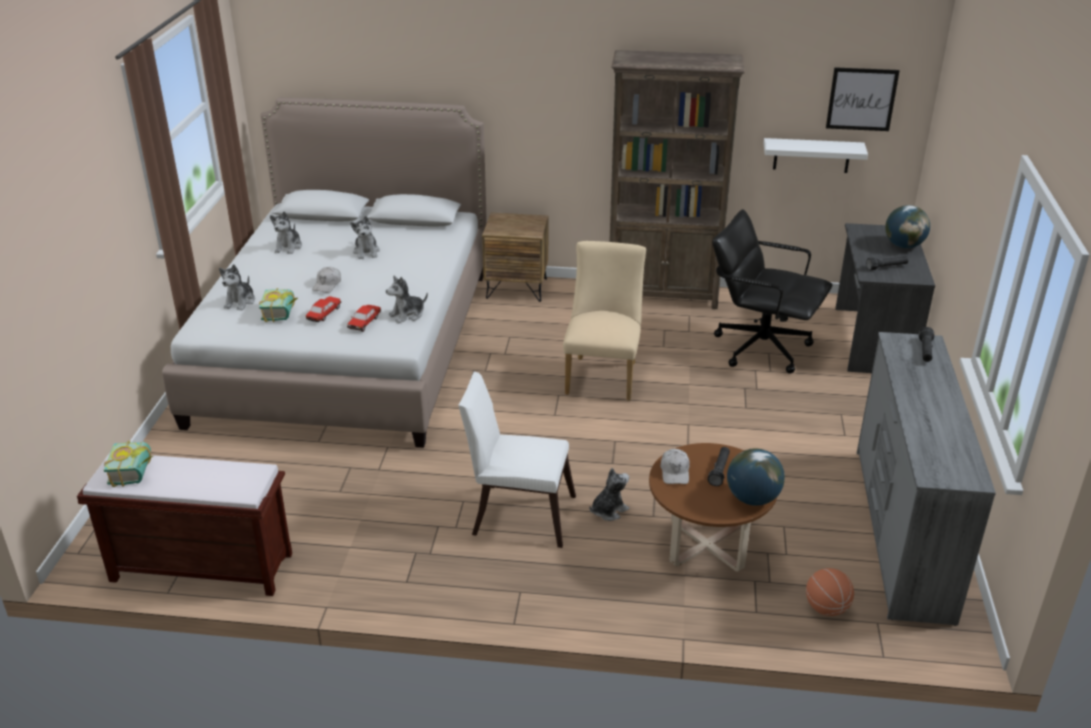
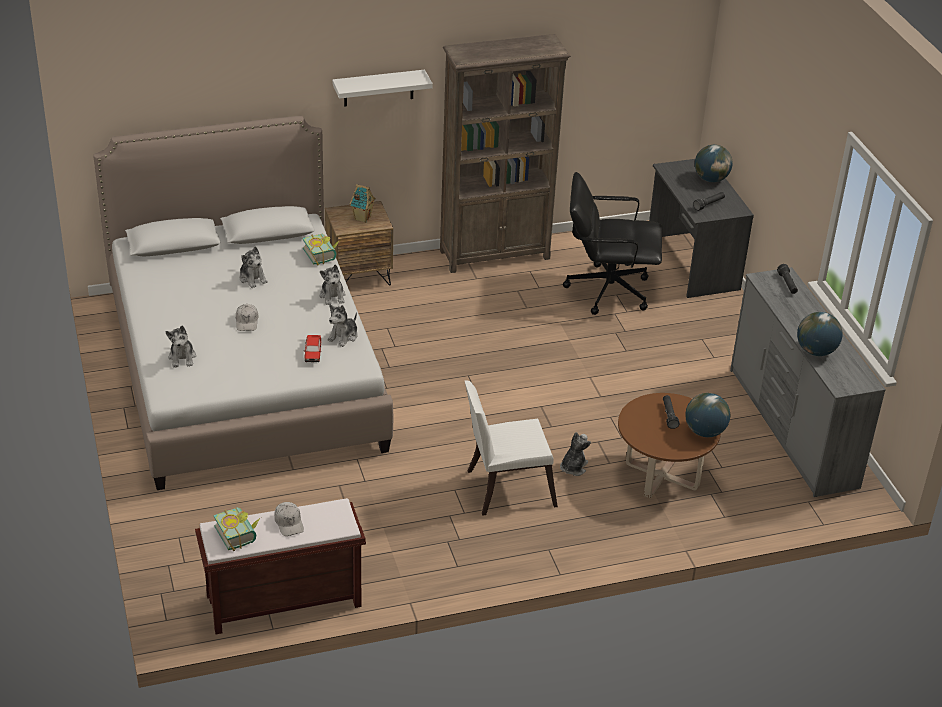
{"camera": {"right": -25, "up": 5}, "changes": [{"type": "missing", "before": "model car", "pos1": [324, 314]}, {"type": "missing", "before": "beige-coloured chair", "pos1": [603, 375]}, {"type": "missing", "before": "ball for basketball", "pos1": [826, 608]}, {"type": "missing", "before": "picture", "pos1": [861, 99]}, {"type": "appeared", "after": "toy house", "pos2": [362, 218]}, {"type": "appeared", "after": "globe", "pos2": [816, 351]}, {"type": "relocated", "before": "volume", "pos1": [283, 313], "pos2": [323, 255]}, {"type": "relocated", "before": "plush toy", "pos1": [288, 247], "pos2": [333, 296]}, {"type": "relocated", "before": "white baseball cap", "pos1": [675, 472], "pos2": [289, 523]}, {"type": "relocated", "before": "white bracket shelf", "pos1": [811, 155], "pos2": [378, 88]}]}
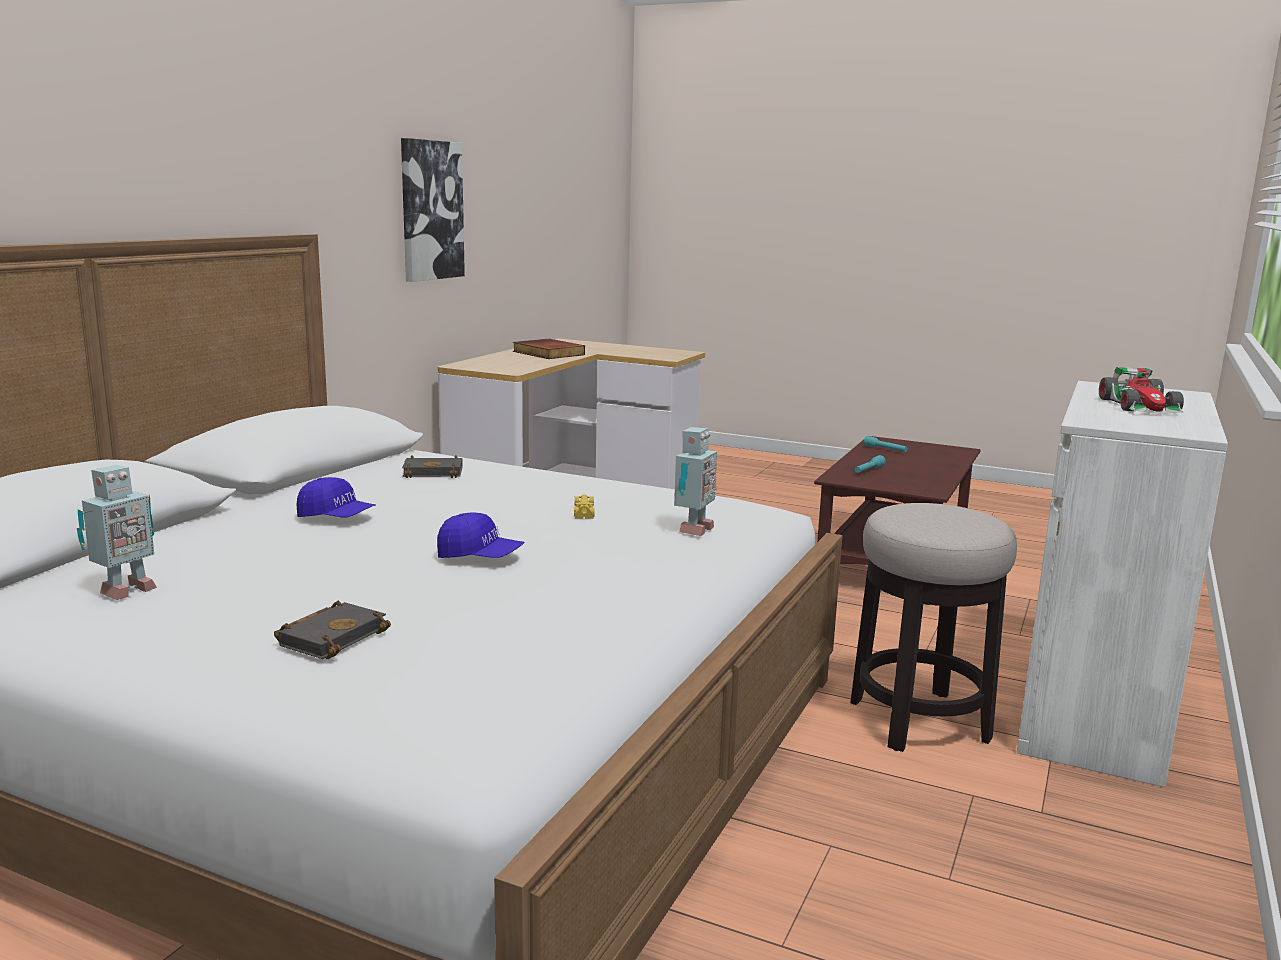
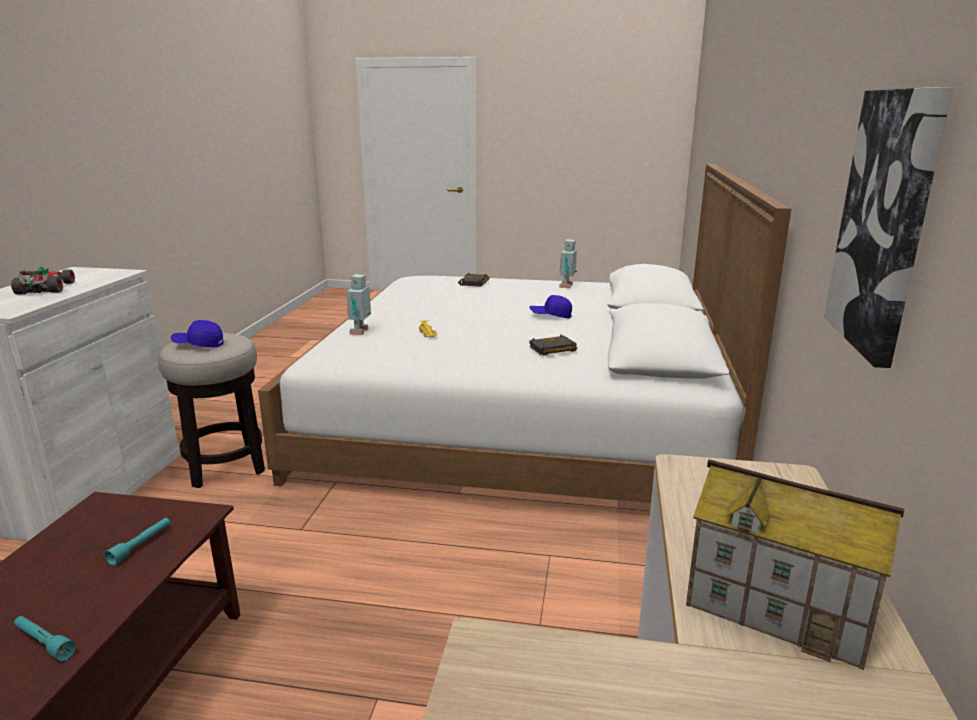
{"camera": {"right": 165, "up": 5}, "changes": [{"type": "relocated", "before": "blue baseball cap", "pos1": [479, 557], "pos2": [199, 344]}, {"type": "exchanged", "before": "volume", "after": "toy house", "pos1": [547, 353], "pos2": [780, 606]}]}
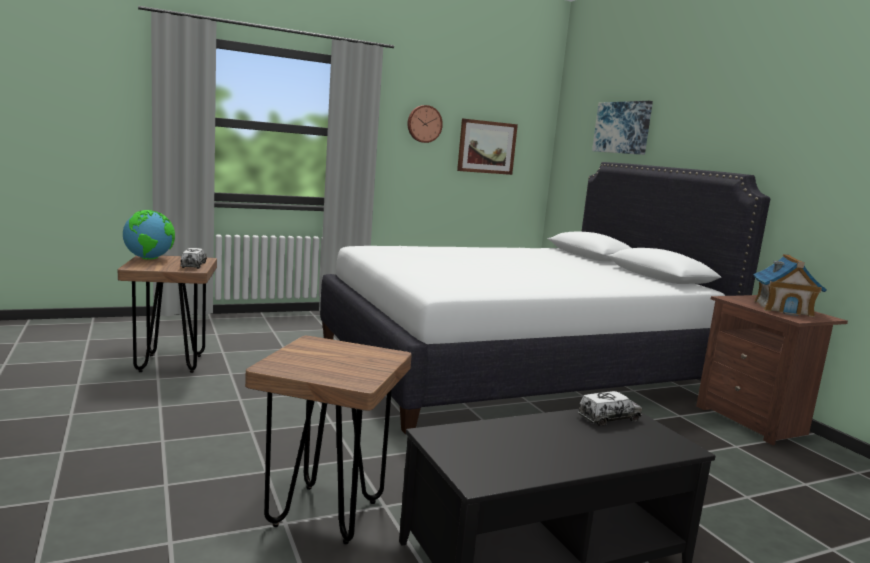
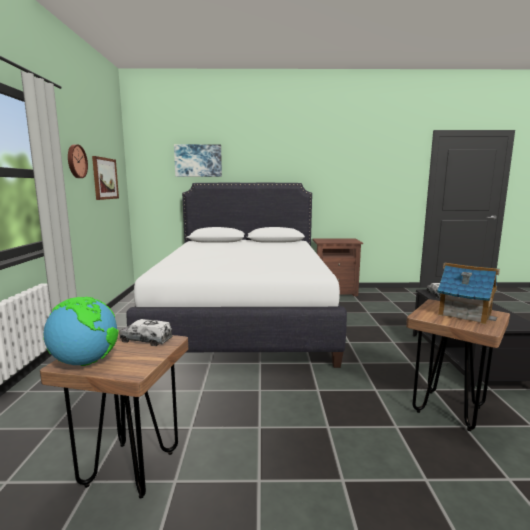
{"camera": {"right": -65, "up": 0}, "changes": [{"type": "relocated", "before": "toy house", "pos1": [783, 308], "pos2": [464, 313]}]}
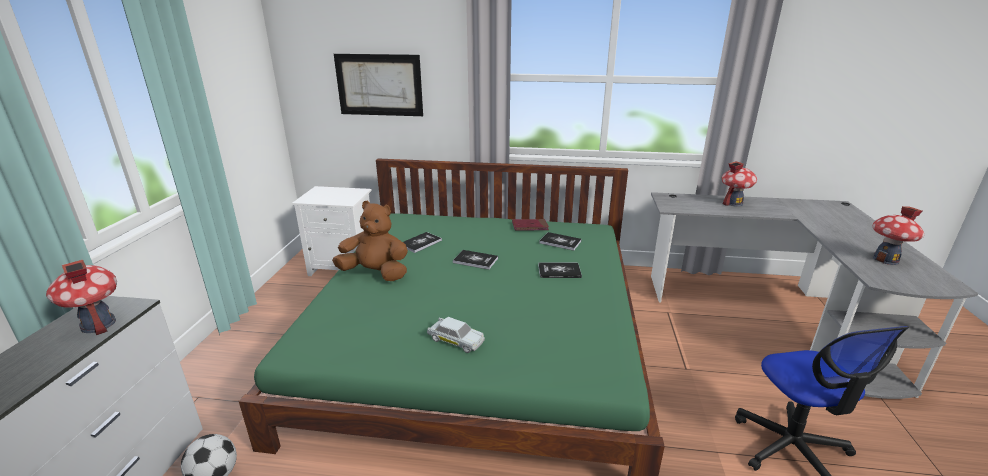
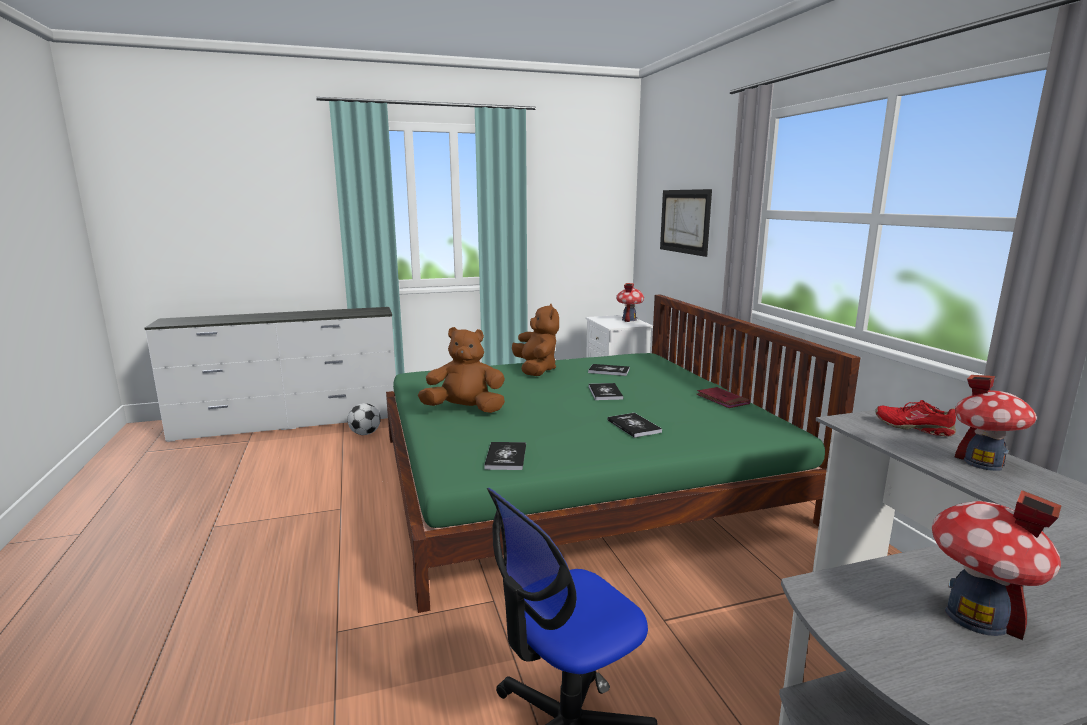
{"camera": {"right": 65, "up": -10}, "changes": [{"type": "appeared", "after": "red item of footwear", "pos2": [913, 427]}, {"type": "relocated", "before": "toy house", "pos1": [98, 324], "pos2": [629, 319]}, {"type": "relocated", "before": "volume", "pos1": [560, 242], "pos2": [506, 457]}, {"type": "exchanged", "before": "white model car", "after": "brown plush toy", "pos1": [455, 340], "pos2": [465, 410]}]}
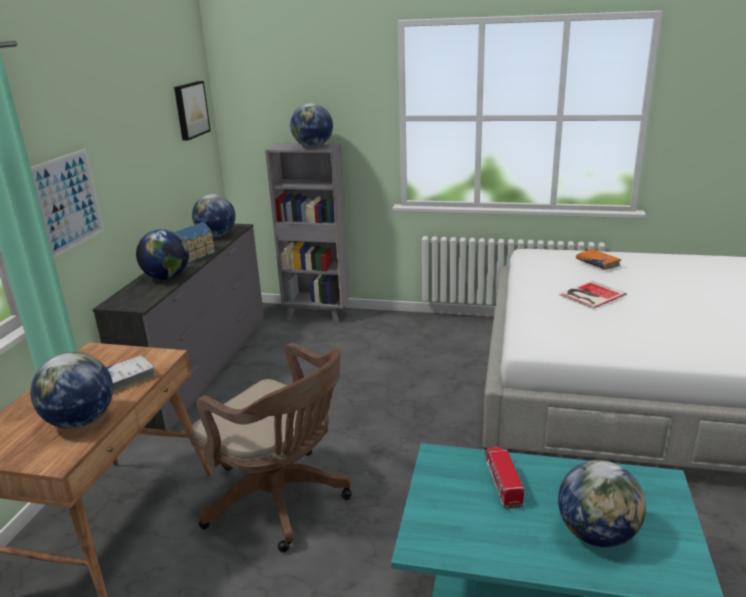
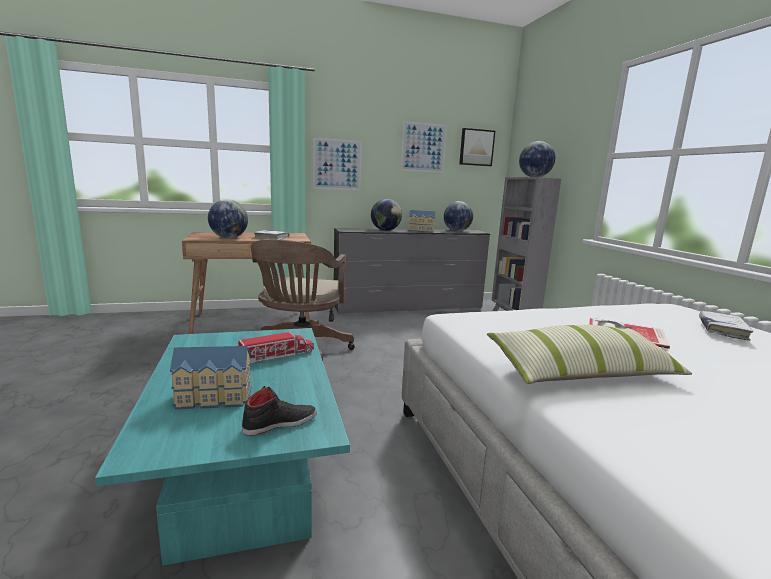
{"camera": {"right": 60, "up": -10}, "changes": [{"type": "appeared", "after": "blackish item of footwear", "pos2": [280, 423]}, {"type": "appeared", "after": "picture", "pos2": [423, 147]}, {"type": "appeared", "after": "throw pillow", "pos2": [581, 372]}, {"type": "exchanged", "before": "globe", "after": "toy house", "pos1": [597, 534], "pos2": [214, 398]}, {"type": "colour", "before": "orange-coloured volume", "after": "white volume", "pos1": [597, 263], "pos2": [722, 330]}]}
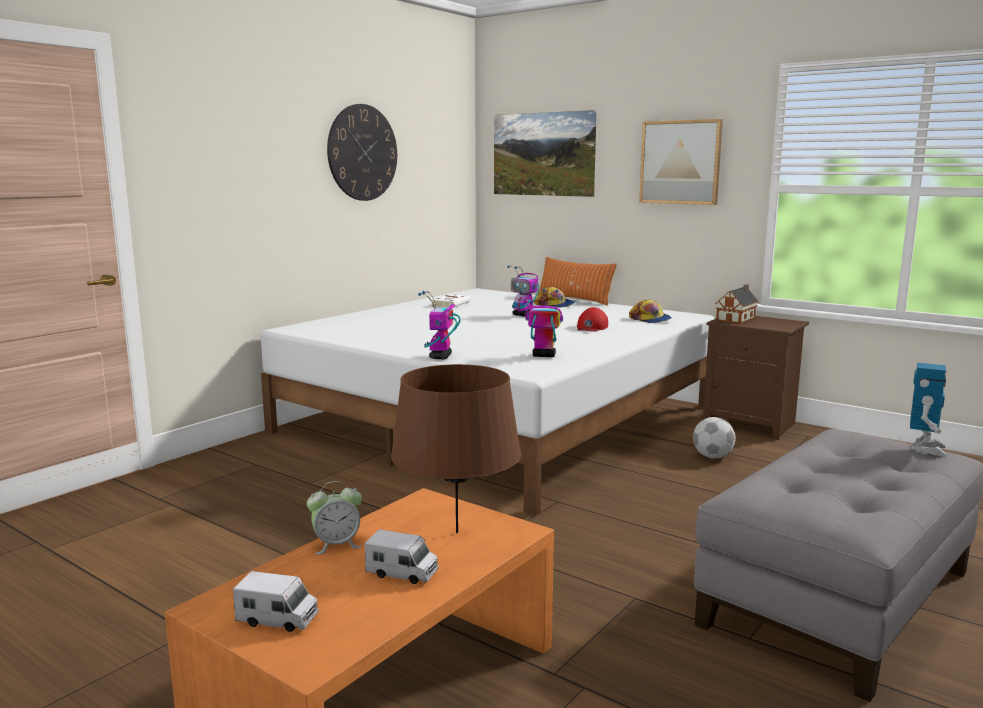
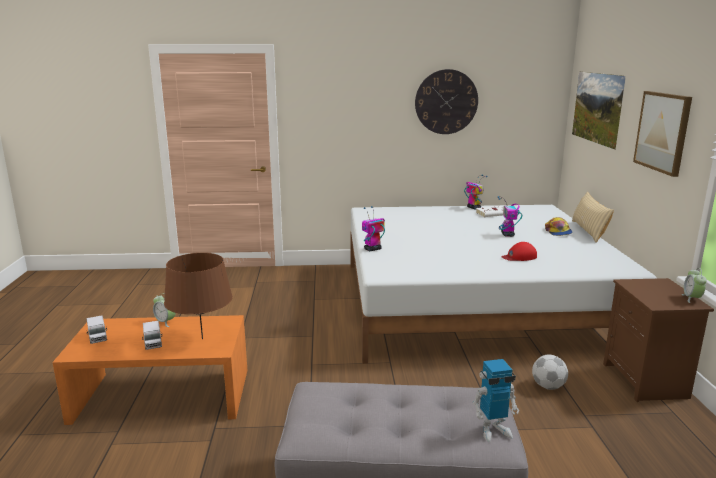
{"camera": {"right": 50, "up": 5}, "changes": [{"type": "missing", "before": "baseball cap", "pos1": [650, 319]}, {"type": "missing", "before": "toy house", "pos1": [737, 319]}, {"type": "appeared", "after": "table clock", "pos2": [691, 299]}, {"type": "relocated", "before": "robot figure", "pos1": [543, 355], "pos2": [473, 208]}, {"type": "colour", "before": "orange-coloured throw pillow", "after": "beige-coloured throw pillow", "pos1": [574, 299], "pos2": [588, 231]}]}
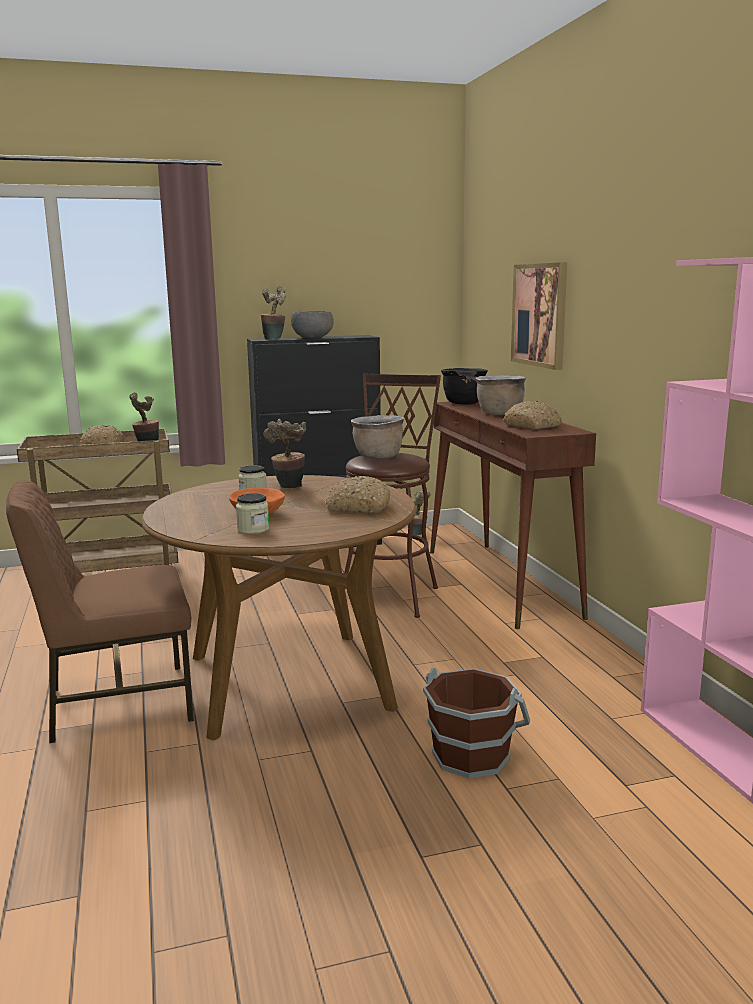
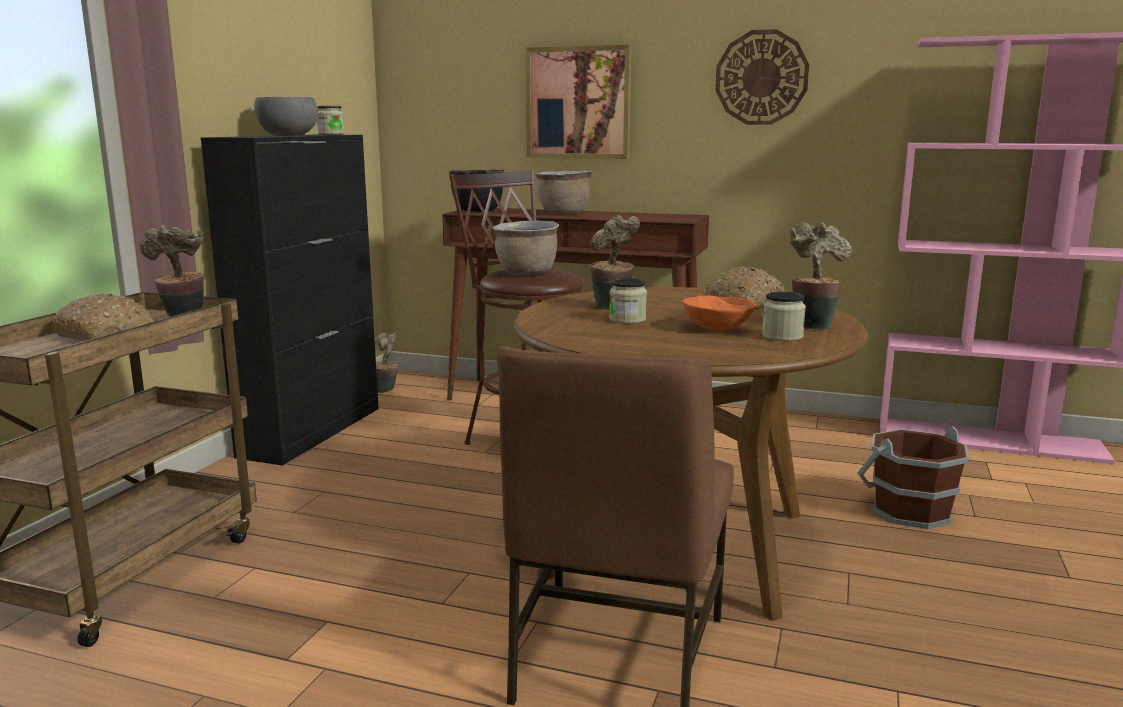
{"camera": {"right": -55, "up": 0}, "changes": [{"type": "missing", "before": "baked bread", "pos1": [533, 426]}, {"type": "appeared", "after": "storage jar", "pos2": [331, 134]}, {"type": "appeared", "after": "wall clock", "pos2": [761, 78]}, {"type": "relocated", "before": "plant in a pot", "pos1": [275, 339], "pos2": [812, 325]}]}
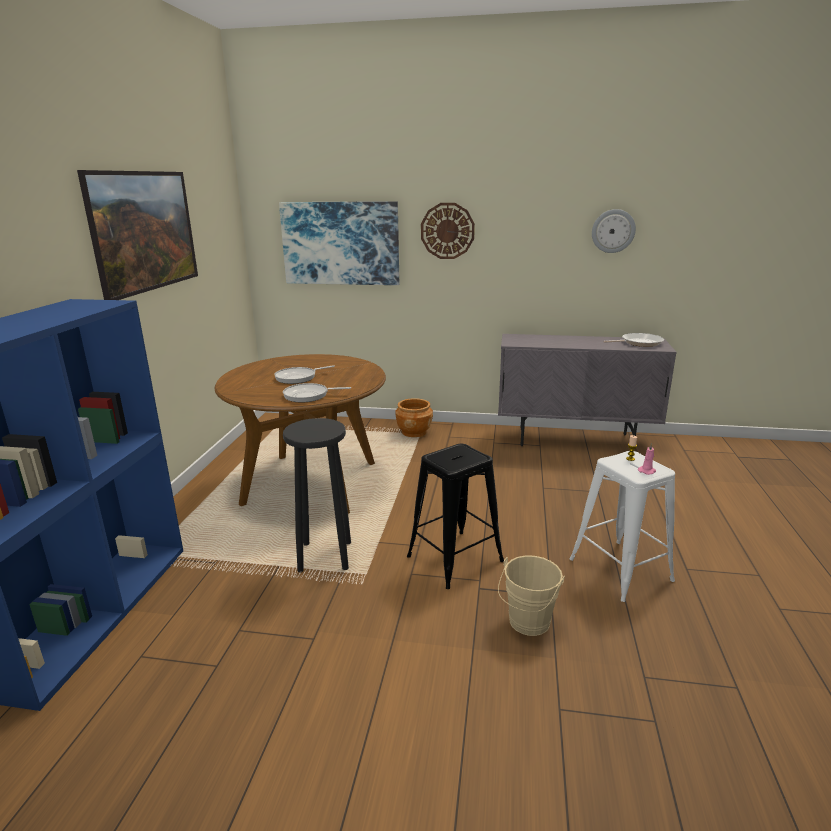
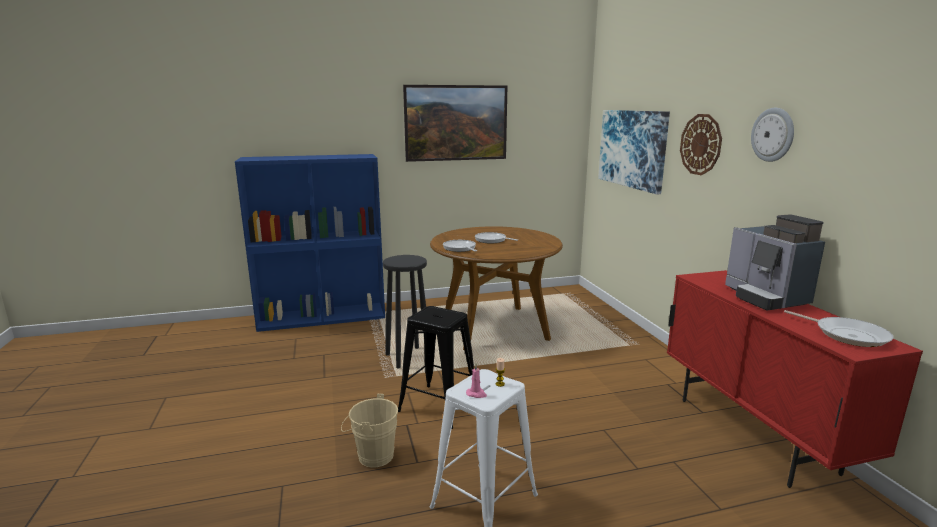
{"camera": {"right": 65, "up": -5}, "changes": [{"type": "missing", "before": "brown planter", "pos1": [414, 432]}, {"type": "appeared", "after": "coffee maker", "pos2": [765, 298]}, {"type": "relocated", "before": "wall clock", "pos1": [613, 231], "pos2": [773, 134]}, {"type": "colour", "before": "greyish cabinet", "after": "red cabinet", "pos1": [574, 440], "pos2": [754, 434]}]}
